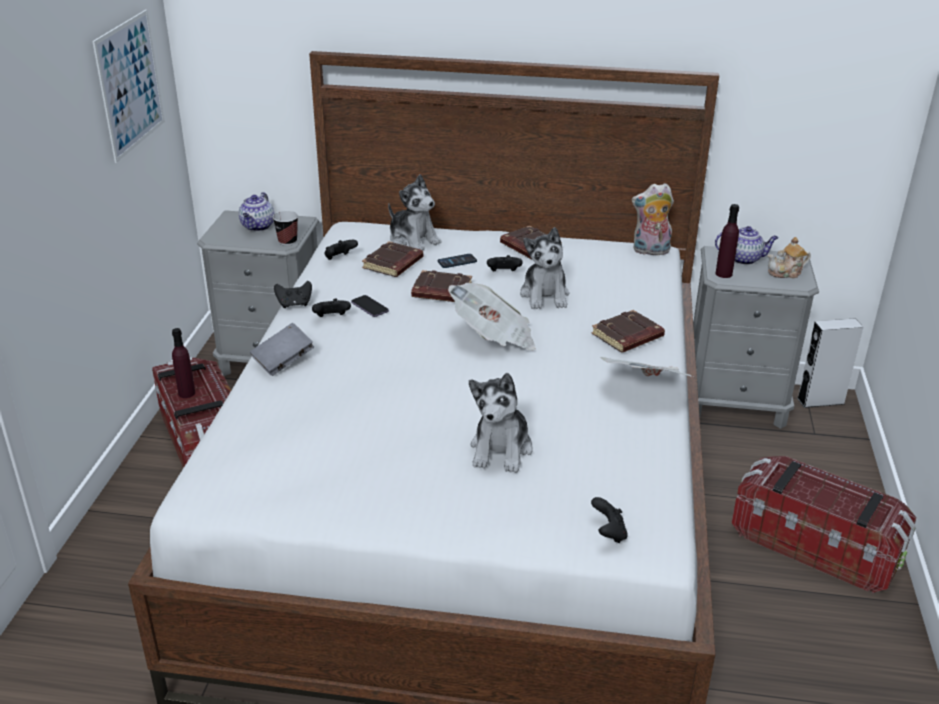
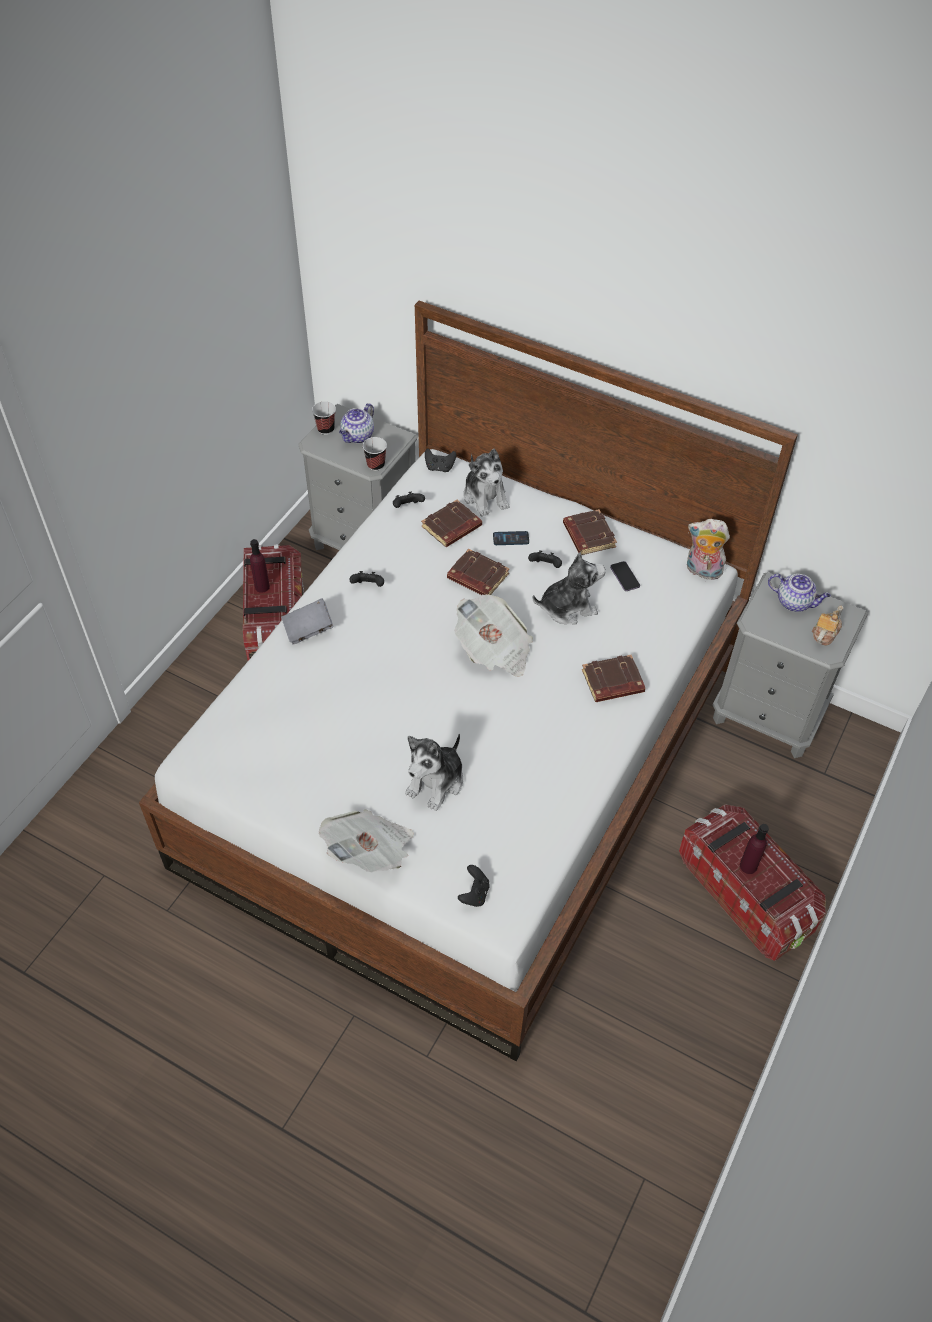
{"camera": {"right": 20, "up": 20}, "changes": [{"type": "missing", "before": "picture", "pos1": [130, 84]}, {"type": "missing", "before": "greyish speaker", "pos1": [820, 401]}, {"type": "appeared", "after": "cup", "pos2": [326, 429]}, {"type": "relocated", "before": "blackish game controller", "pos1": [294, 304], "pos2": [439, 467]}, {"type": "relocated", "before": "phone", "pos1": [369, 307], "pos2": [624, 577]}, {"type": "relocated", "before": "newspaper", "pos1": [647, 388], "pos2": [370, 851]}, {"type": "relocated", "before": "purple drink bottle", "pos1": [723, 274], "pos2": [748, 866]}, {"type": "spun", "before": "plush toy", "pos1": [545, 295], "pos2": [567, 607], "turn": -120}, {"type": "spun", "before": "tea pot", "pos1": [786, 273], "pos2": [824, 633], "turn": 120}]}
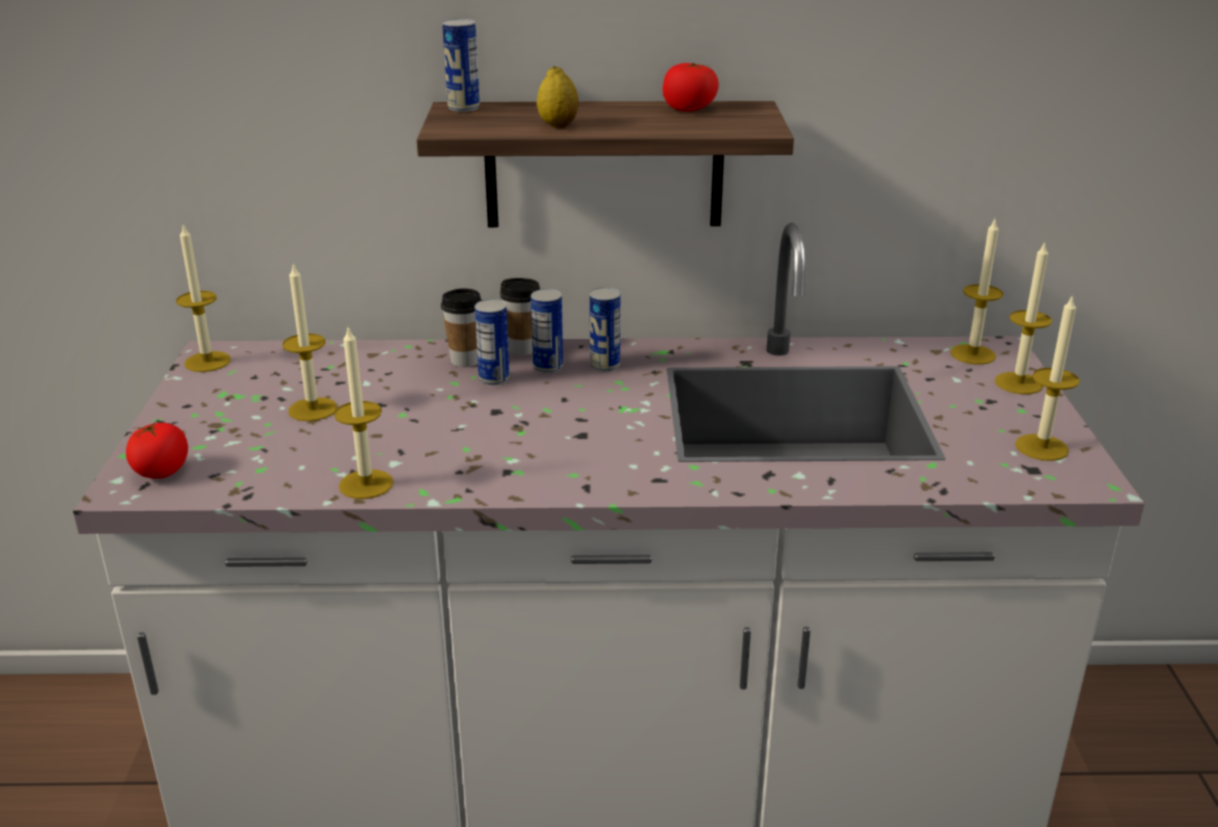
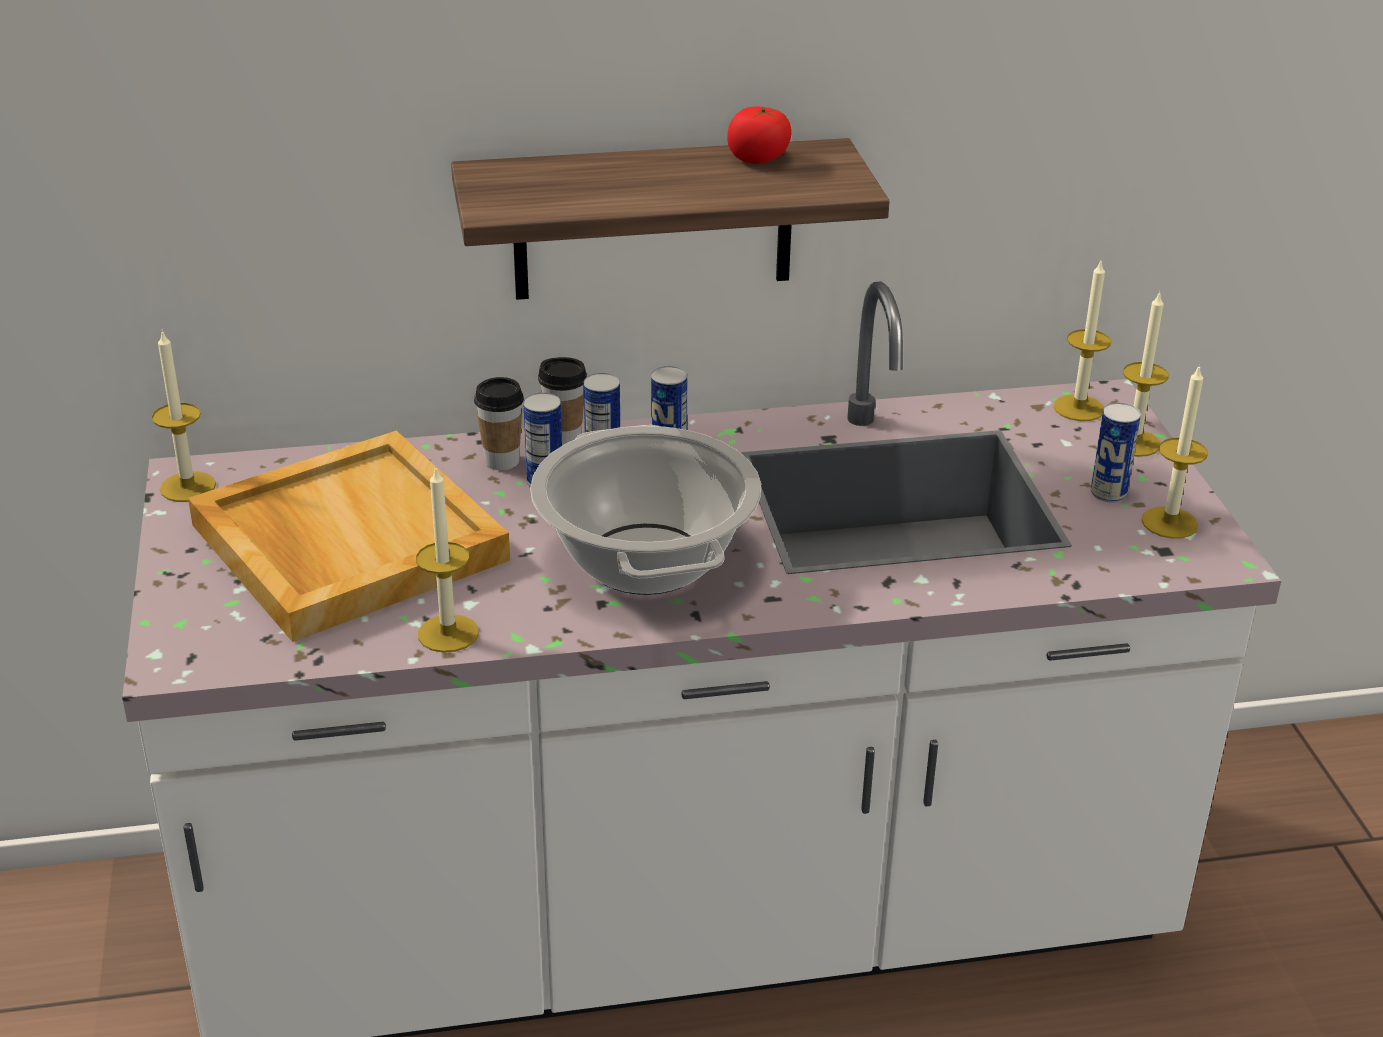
{"camera": {"right": -10, "up": 5}, "changes": [{"type": "missing", "before": "tomato", "pos1": [161, 472]}, {"type": "missing", "before": "lemon", "pos1": [558, 125]}, {"type": "appeared", "after": "stockpot", "pos2": [645, 559]}, {"type": "relocated", "before": "metal can", "pos1": [463, 108], "pos2": [1108, 493]}, {"type": "exchanged", "before": "wax light", "after": "beige-coloured tray", "pos1": [313, 409], "pos2": [346, 542]}]}
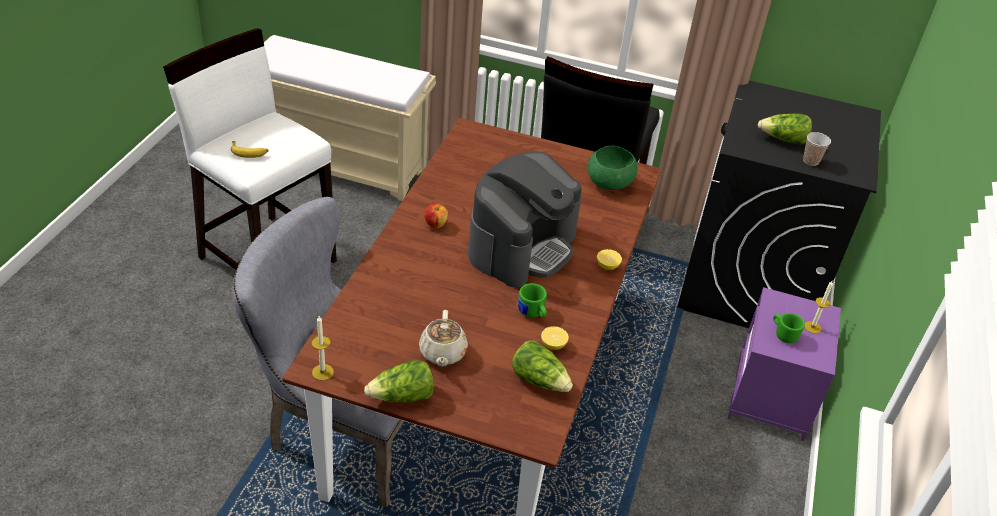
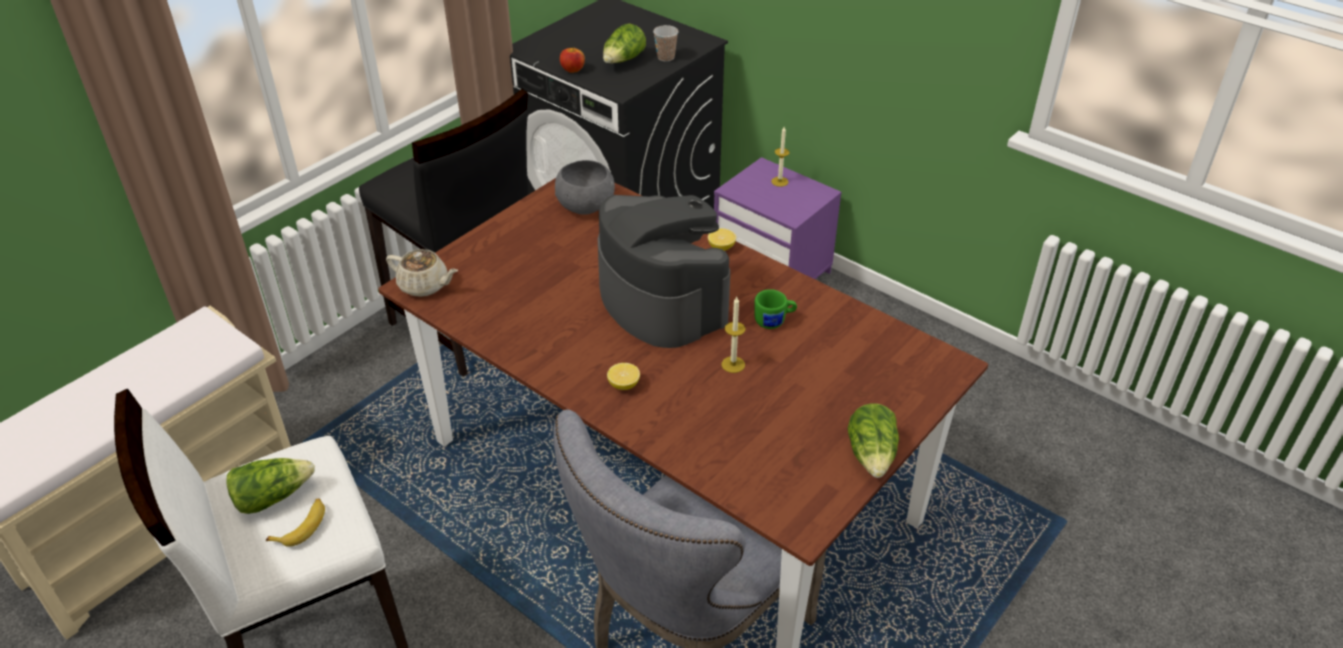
{"camera": {"right": -65, "up": 0}, "changes": [{"type": "missing", "before": "green mug", "pos1": [783, 334]}, {"type": "relocated", "before": "wax light", "pos1": [322, 372], "pos2": [733, 364]}, {"type": "relocated", "before": "beige-coloured tea pot", "pos1": [442, 353], "pos2": [424, 286]}, {"type": "relocated", "before": "apple fruit", "pos1": [435, 224], "pos2": [572, 70]}, {"type": "relocated", "before": "lettuce", "pos1": [540, 380], "pos2": [272, 497]}, {"type": "relocated", "before": "lemon", "pos1": [553, 345], "pos2": [624, 385]}, {"type": "colour", "before": "green serving bowl", "after": "greyish serving bowl", "pos1": [609, 184], "pos2": [586, 206]}]}
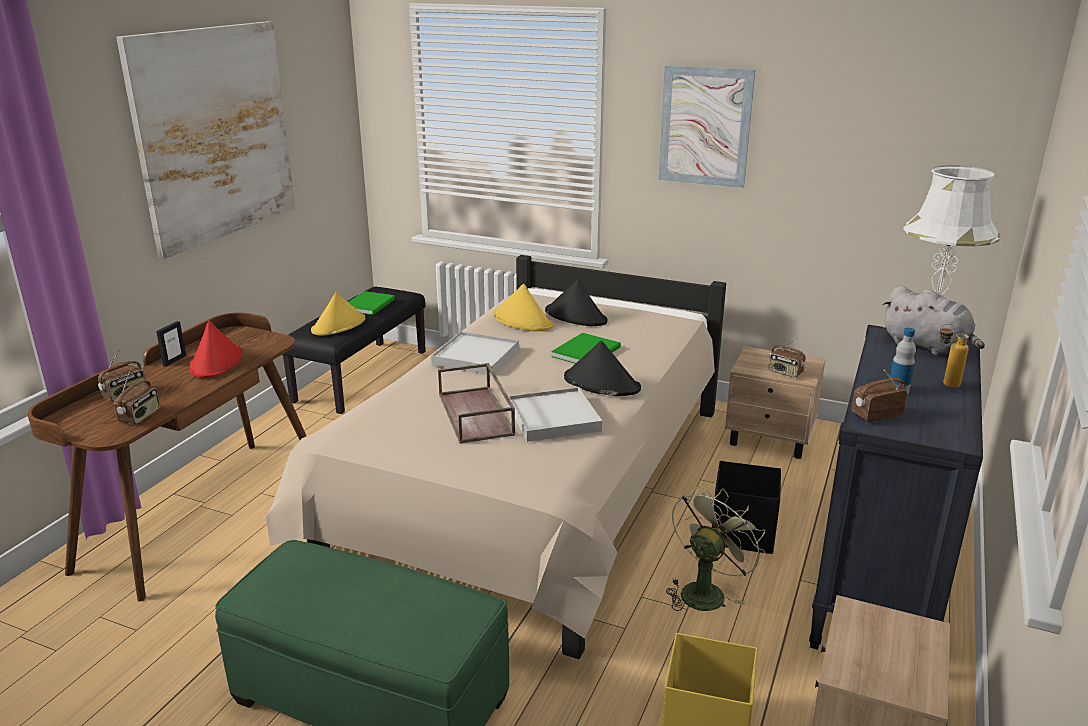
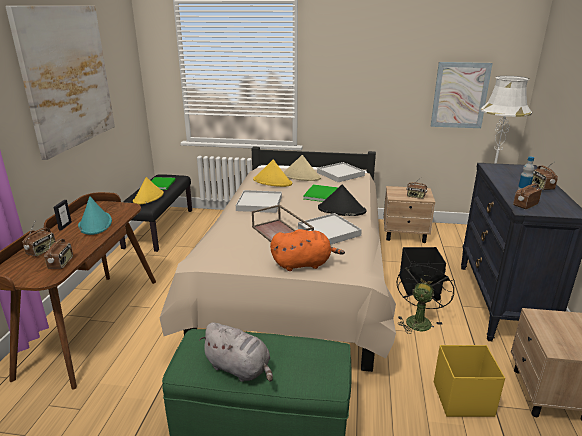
{"camera": {"right": -15, "up": 0}, "changes": [{"type": "appeared", "after": "orange-coloured plush toy", "pos2": [304, 264]}, {"type": "appeared", "after": "white tray", "pos2": [340, 174]}, {"type": "relocated", "before": "picture", "pos1": [705, 126], "pos2": [460, 95]}, {"type": "relocated", "before": "greyish plush toy", "pos1": [927, 346], "pos2": [239, 369]}, {"type": "exchanged", "before": "drink bottle", "after": "radio receiver", "pos1": [944, 384], "pos2": [541, 187]}, {"type": "colour", "before": "red hat", "after": "turquoise-coloured hat", "pos1": [216, 362], "pos2": [95, 224]}, {"type": "colour", "before": "blackish hat", "after": "beige-coloured hat", "pos1": [576, 316], "pos2": [301, 176]}, {"type": "colour", "before": "green electric fan", "after": "blackish electric fan", "pos1": [706, 591], "pos2": [418, 320]}]}
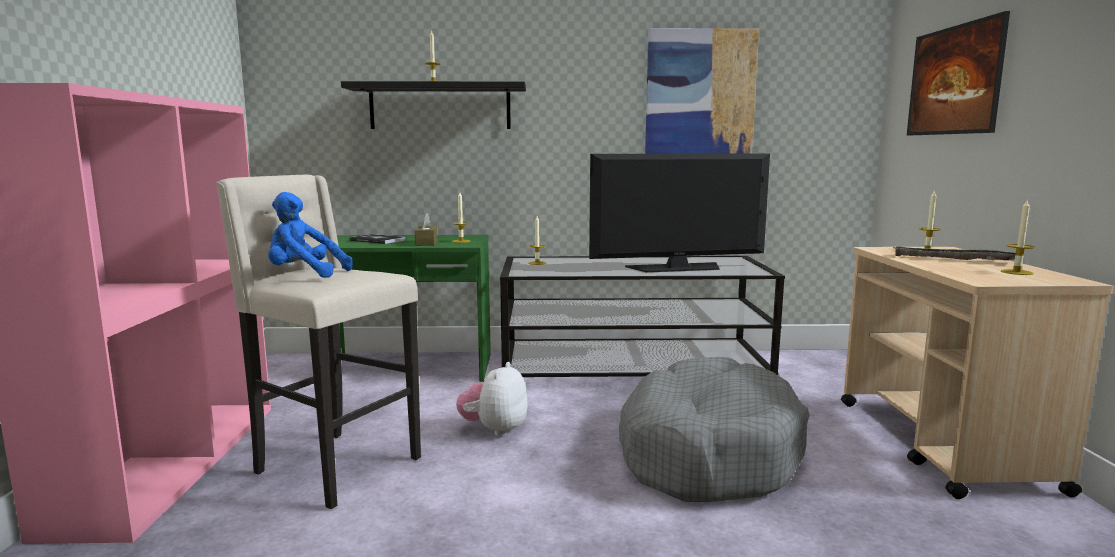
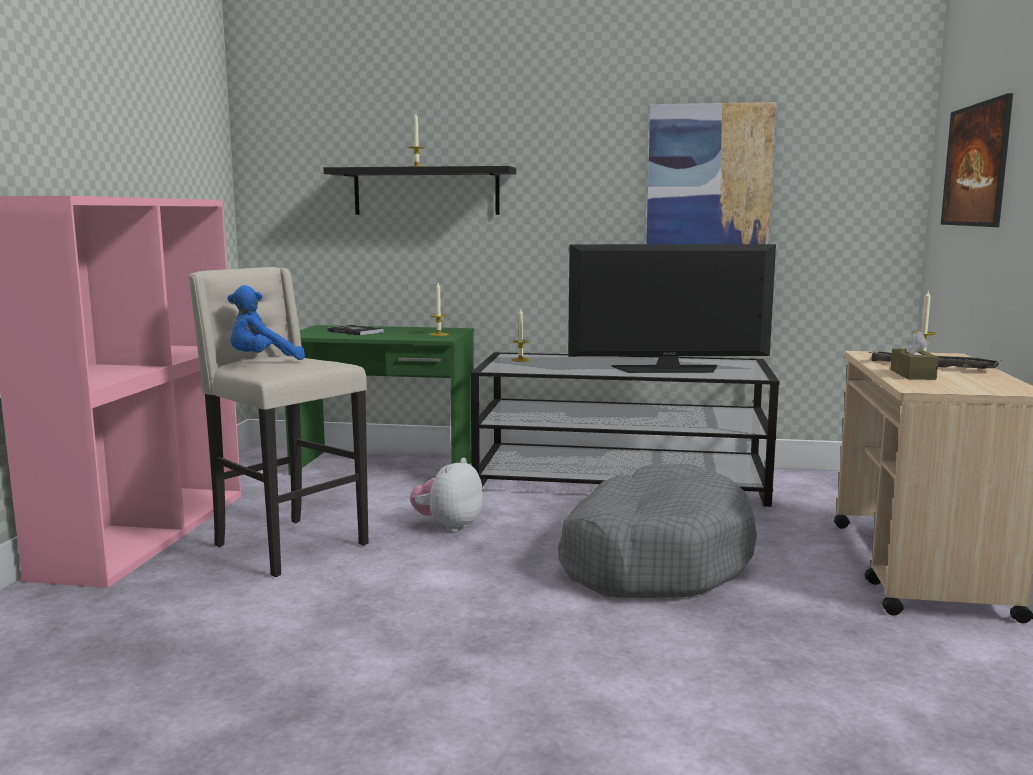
{"camera": {"right": 10, "up": 0}, "changes": [{"type": "missing", "before": "wax light", "pos1": [1016, 272]}, {"type": "relocated", "before": "brown box of tissues", "pos1": [426, 243], "pos2": [912, 374]}, {"type": "spun", "before": "blue plush toy", "pos1": [304, 274], "pos2": [263, 361], "turn": -45}]}
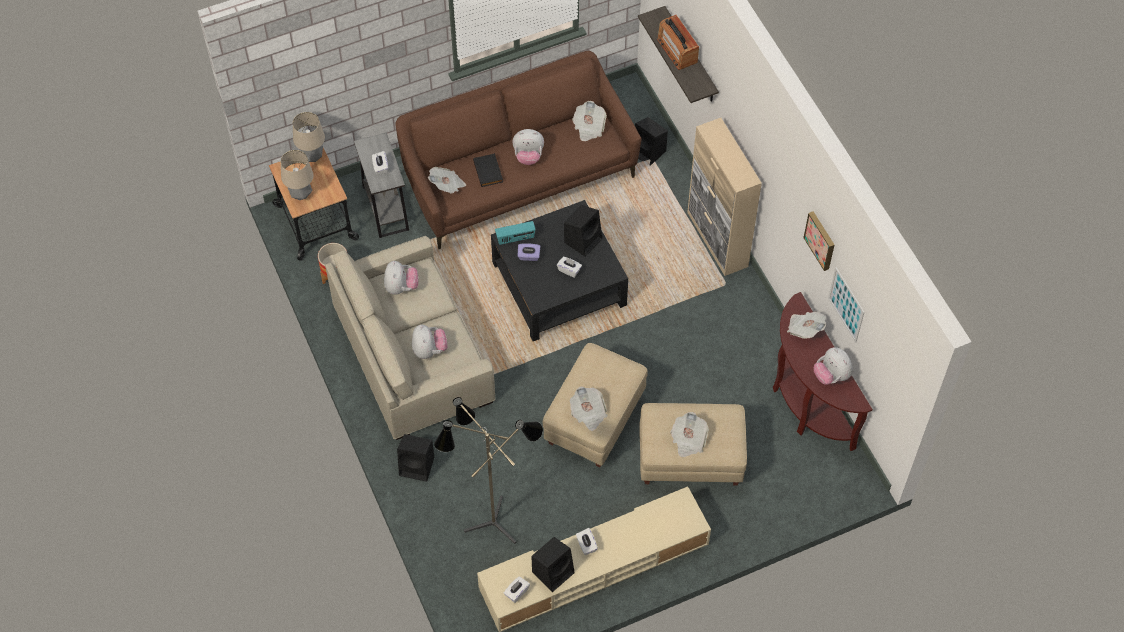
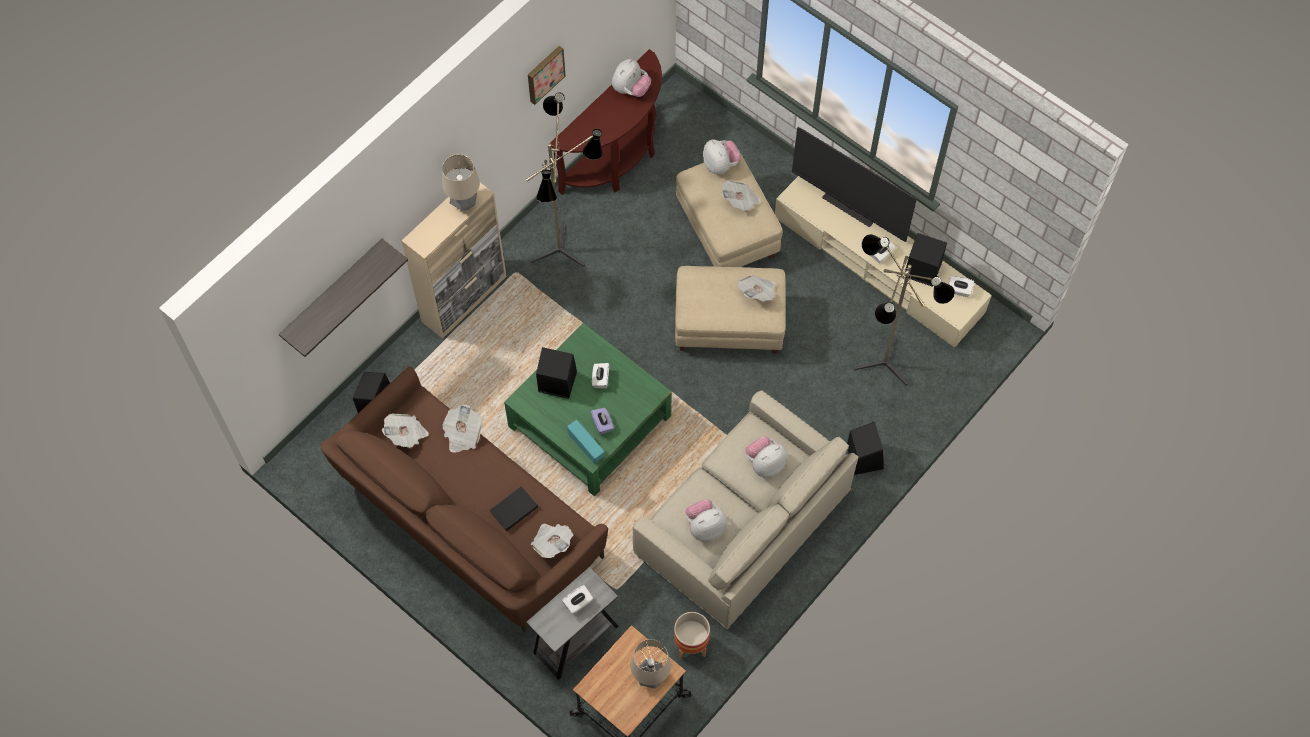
{"camera": {"right": -115, "up": 5}, "changes": [{"type": "missing", "before": "radio receiver", "pos1": [677, 50]}, {"type": "missing", "before": "picture", "pos1": [846, 304]}, {"type": "appeared", "after": "standard lamp", "pos2": [566, 250]}, {"type": "appeared", "after": "television", "pos2": [848, 208]}, {"type": "relocated", "before": "tabletop lamp", "pos1": [312, 157], "pos2": [464, 204]}, {"type": "relocated", "before": "plush toy", "pos1": [528, 156], "pos2": [720, 165]}, {"type": "relocated", "before": "newspaper", "pos1": [804, 329], "pos2": [462, 434]}, {"type": "colour", "before": "blackish coffee table", "after": "green coffee table", "pos1": [559, 284], "pos2": [589, 421]}]}
